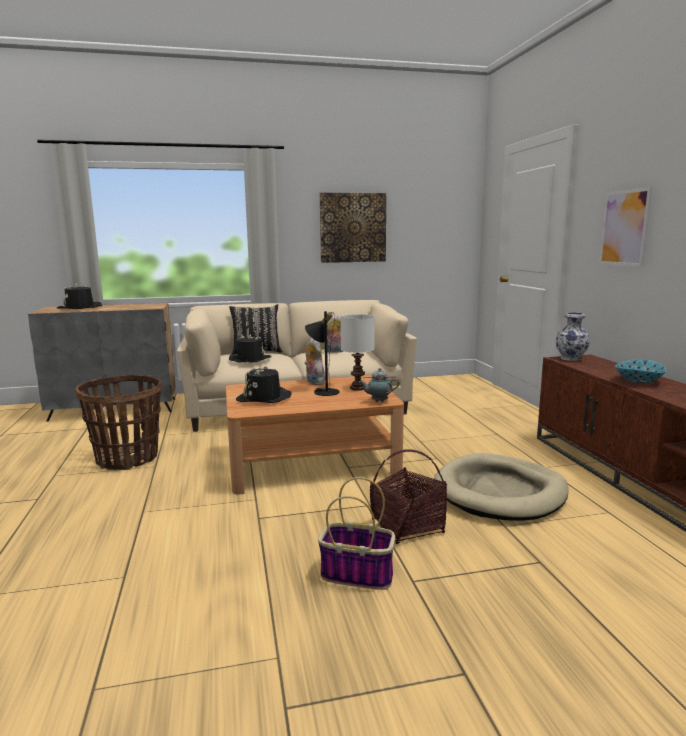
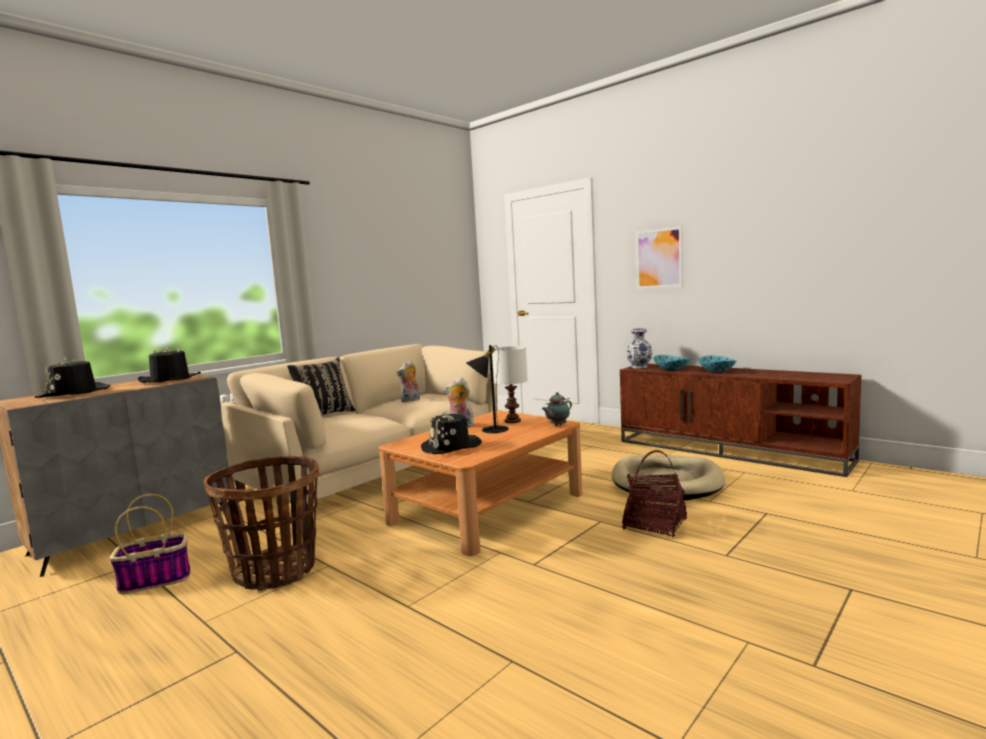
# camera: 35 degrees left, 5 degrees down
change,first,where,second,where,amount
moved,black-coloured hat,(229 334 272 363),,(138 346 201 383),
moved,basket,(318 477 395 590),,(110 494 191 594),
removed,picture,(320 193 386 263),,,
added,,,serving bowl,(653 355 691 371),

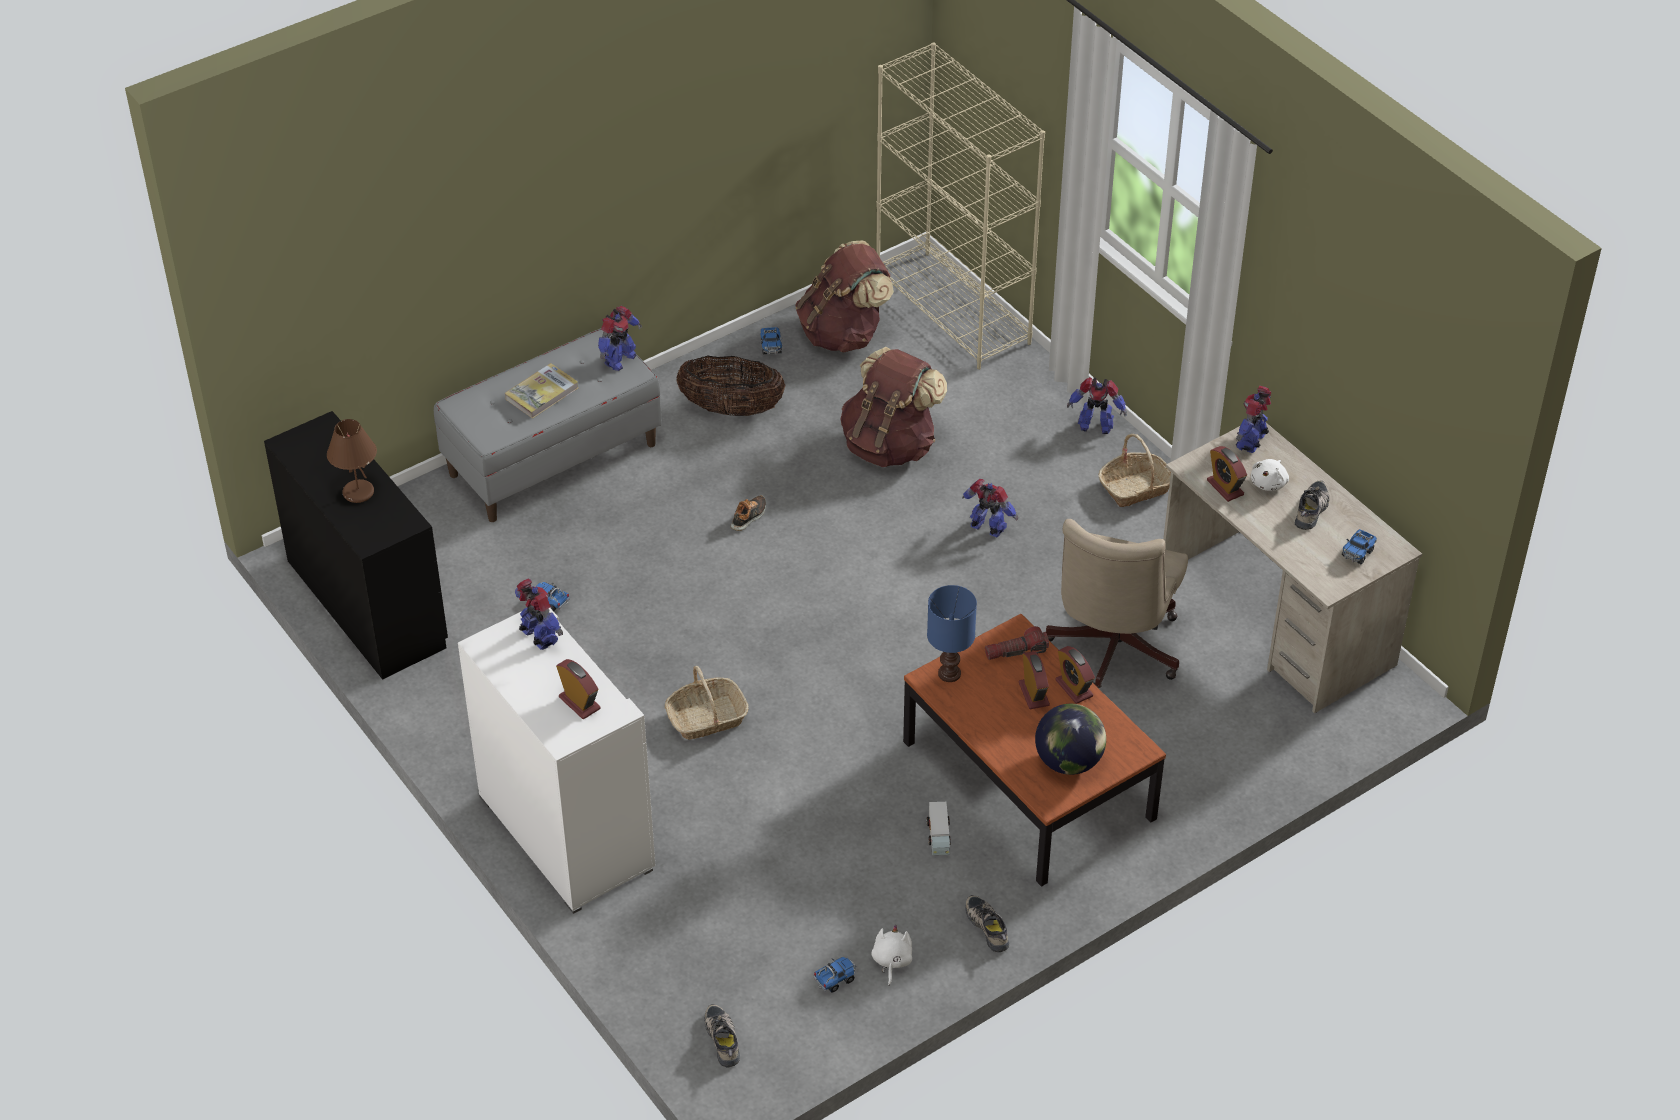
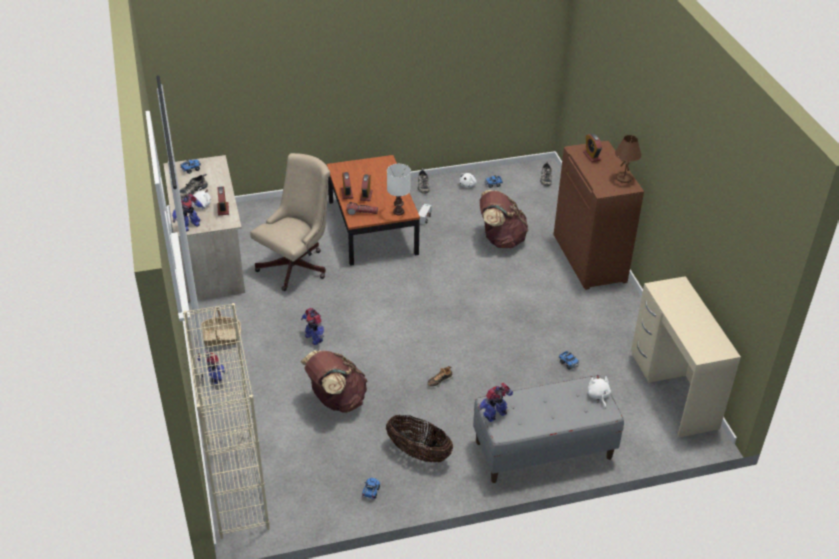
# camera: 160 degrees left, 5 degrees down
change,first,where,second,where,amount
recoloured,black-coloured desk table,(264 411 448 680),beige desk table,(631 276 741 438),
moved,brown-coloured tabletop lamp,(327 419 377 503),,(615 135 642 183),
recoloured,white storage cabinet,(458 608 656 914),brown-coloured storage cabinet,(554 141 644 290),
removed,book,(505 363 578 419),,,
removed,toy robot,(515 579 563 650),,,
removed,basket,(665 666 749 740),,,
moved,brown-coloured knapsack,(795 241 894 353),,(480 190 528 248),
recoloured,bluish tabletop lamp,(927 585 977 682),white tabletop lamp,(387 164 411 215),
removed,desk globe,(1035 704 1106 775),,,
added,,,white cuddly toy,(588 374 611 408),

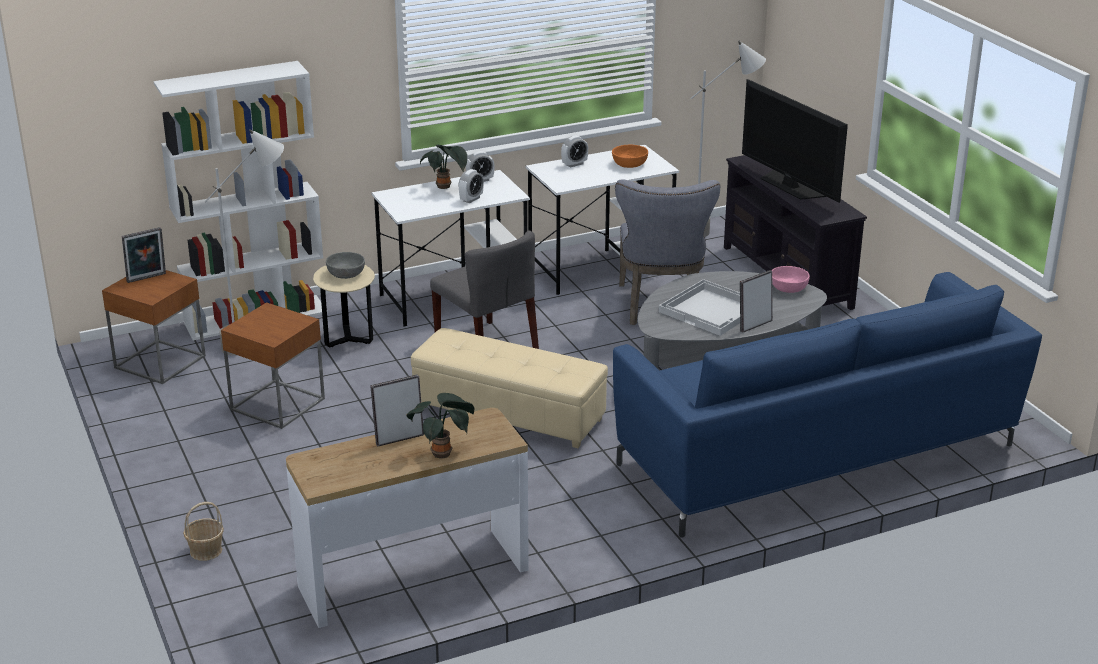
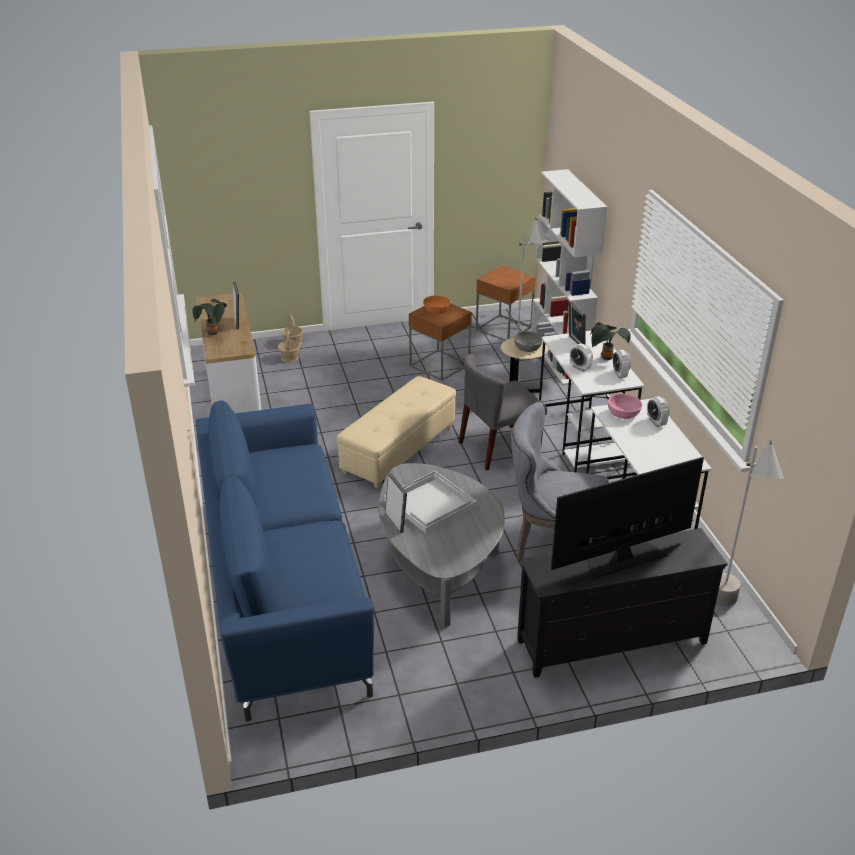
# camera: 100 degrees right, 5 degrees up
change,first,where,second,where,amount
moved,photo frame,(122 227 166 283),,(569 301 586 345),
moved,orange serving bowl,(612 145 648 168),,(423 295 450 314),
moved,pink serving bowl,(772 266 810 293),,(608 394 642 419),
added,,,basket,(278 329 300 363),

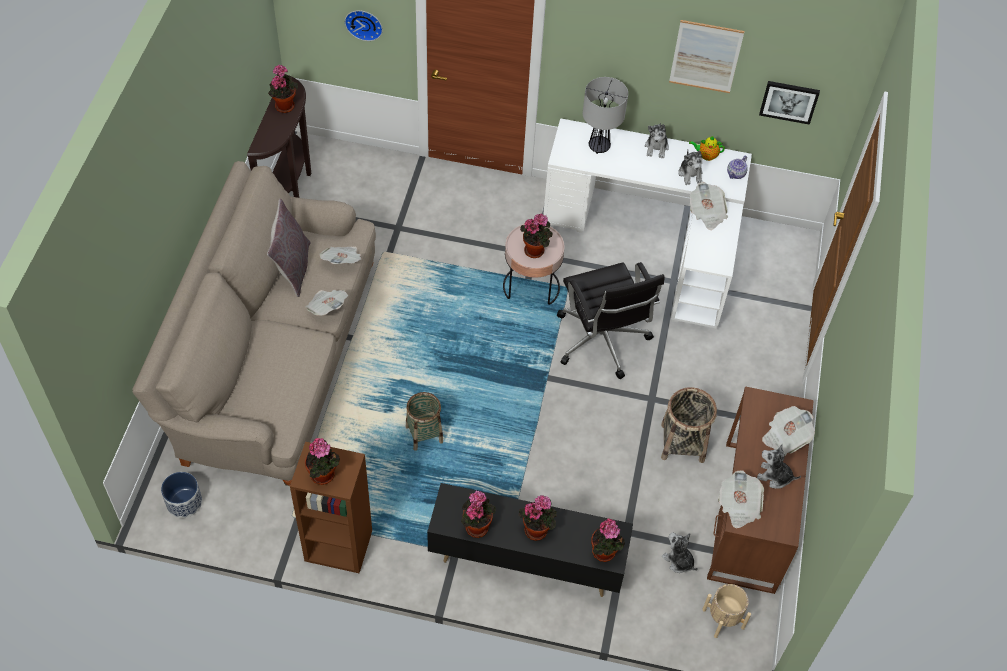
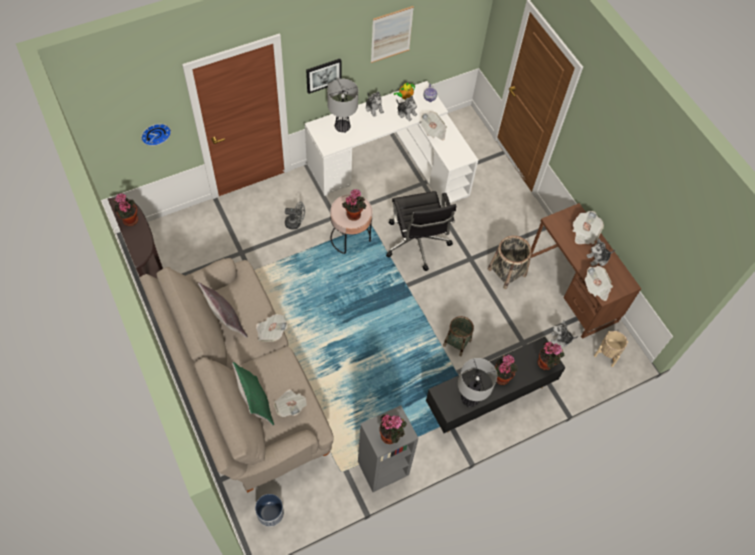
# camera: 40 degrees left, 5 degrees up
change,first,where,second,where,amount
recoloured,brown-coloured bookshelf,(290 442 372 573),greyish bookshelf,(358 405 419 492),
moved,newspaper,(319 246 362 264),,(274 389 307 417),
moved,basket,(406 392 443 451),,(443 316 474 356),
replaced,potted plant,(461 491 496 538),tabletop lamp,(458 358 497 407),
turned,black-coloured office chair,(557 262 665 379),,(386 191 456 271),45 degrees clockwise
moved,picture,(759 81 820 125),,(306 59 342 94),
added,,,green-coloured pillow,(232 362 274 425),
added,,,greyish cooling fan,(285 202 305 230),

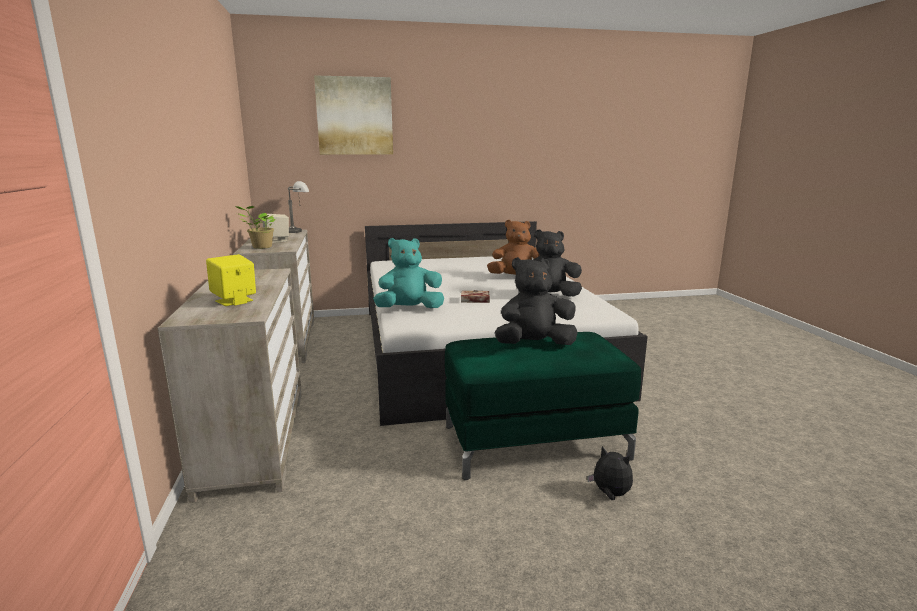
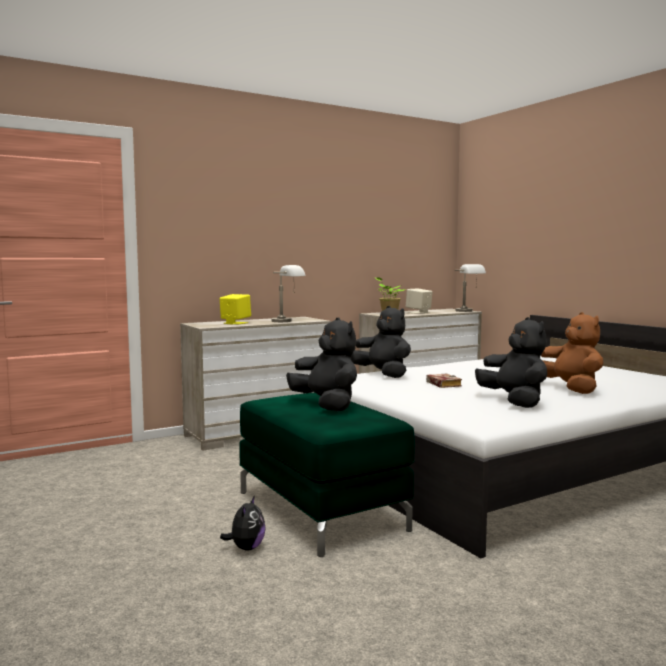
# camera: 70 degrees right, 10 degrees down
change,first,where,second,where,amount
removed,picture,(314 75 393 155),,,
recoloured,turquoise-coloured cuddly toy,(373 238 444 308),black-coloured cuddly toy,(351 306 411 378),
added,,,greyish tabletop lamp,(271 265 305 322),

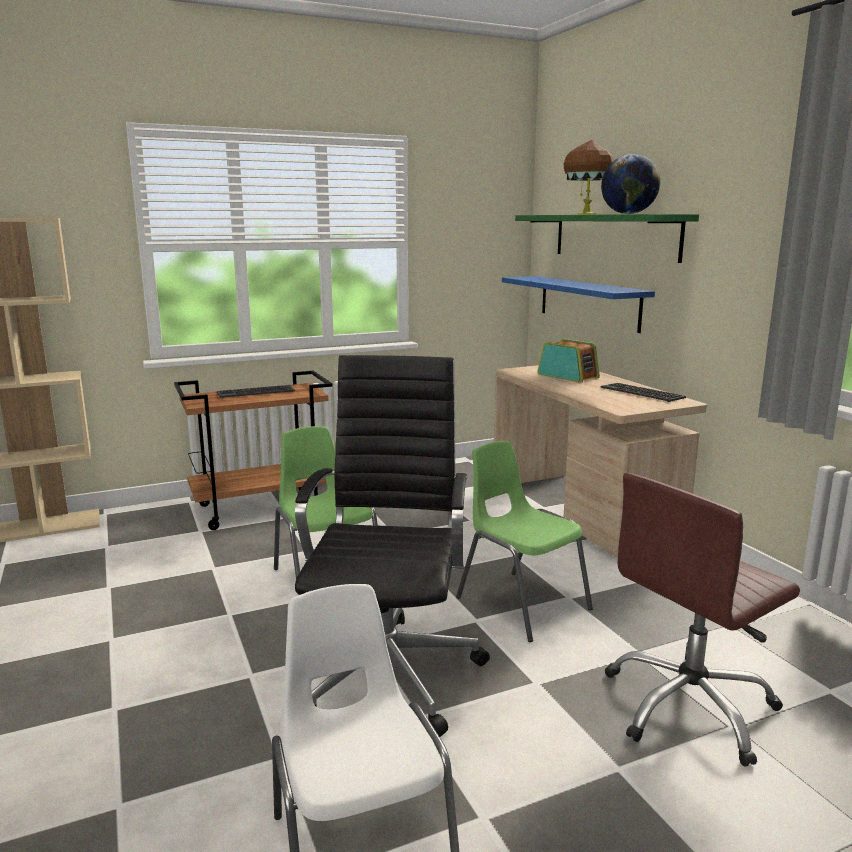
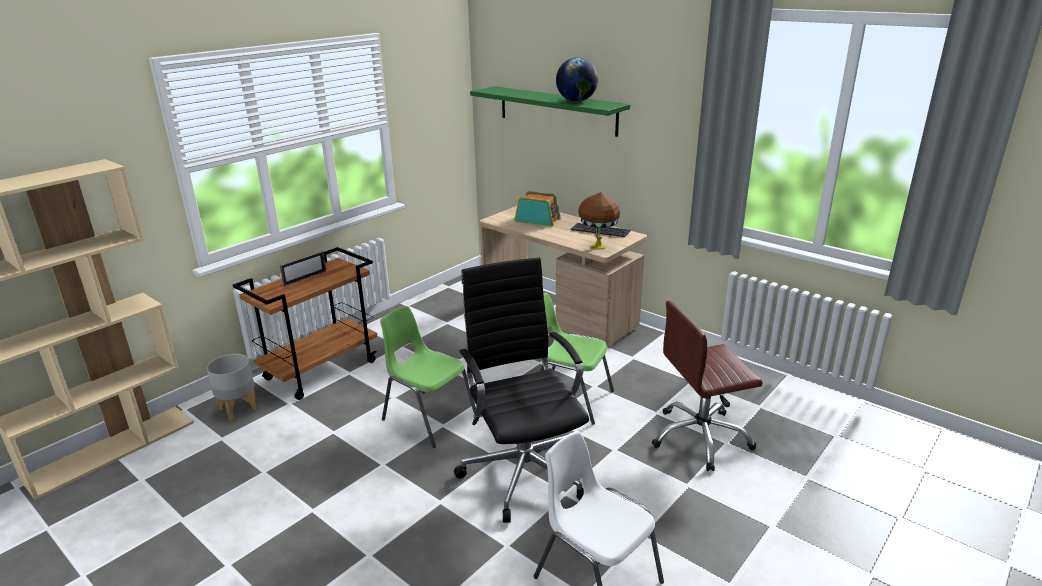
# camera: 25 degrees left, 10 degrees up
change,first,where,second,where,amount
replaced,keyboard,(217 385 295 398),photo frame,(280 251 326 287),
removed,bluish bracket shelf,(502 276 655 333),,,
moved,brown-coloured tabletop lamp,(564 140 614 215),,(578 192 620 249),
turned,brown-coloured office chair,(605 473 800 767),,(652 301 763 471),45 degrees clockwise
added,,,greyish planter,(207 354 258 421),

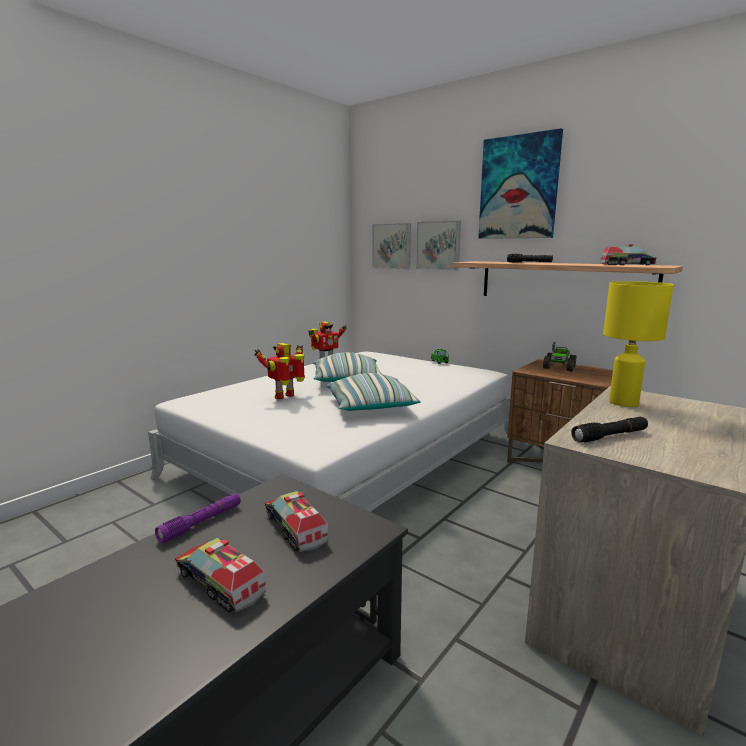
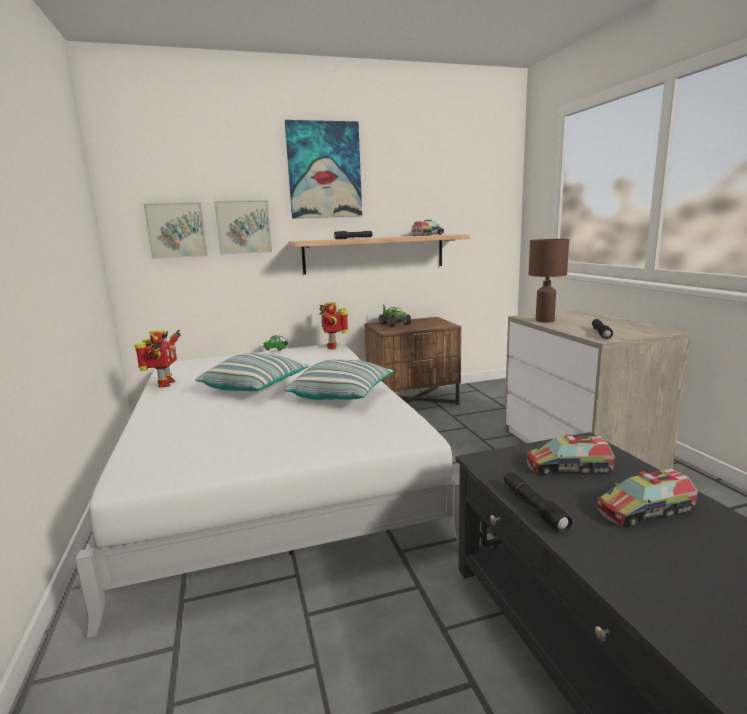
# camera: 55 degrees left, 0 degrees up
change,first,where,second,where,amount
recoloured,purplish hand torch,(155 493 241 543),black-coloured hand torch,(504 472 572 533),
moved,toy robot,(254 343 305 399),,(320 302 349 349),
recoloured,yellow-coloured tabletop lamp,(603 281 674 407),brown-coloured tabletop lamp,(529 239 569 323),

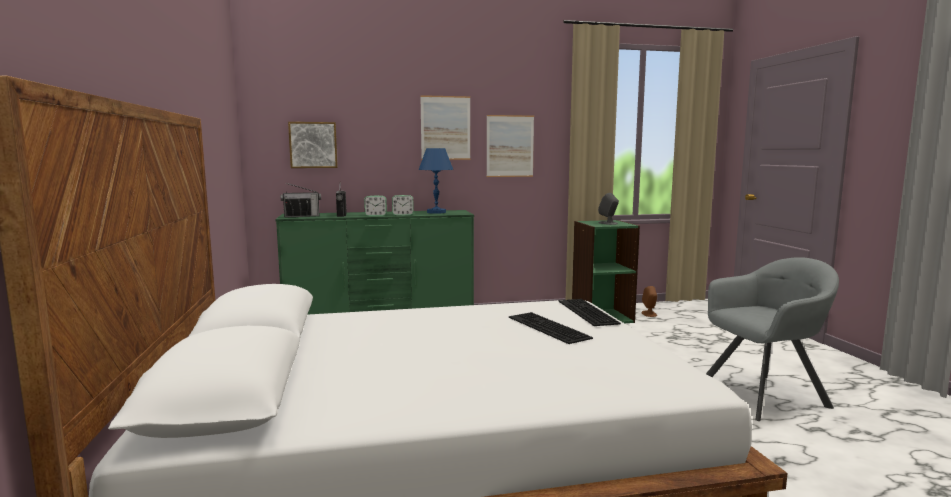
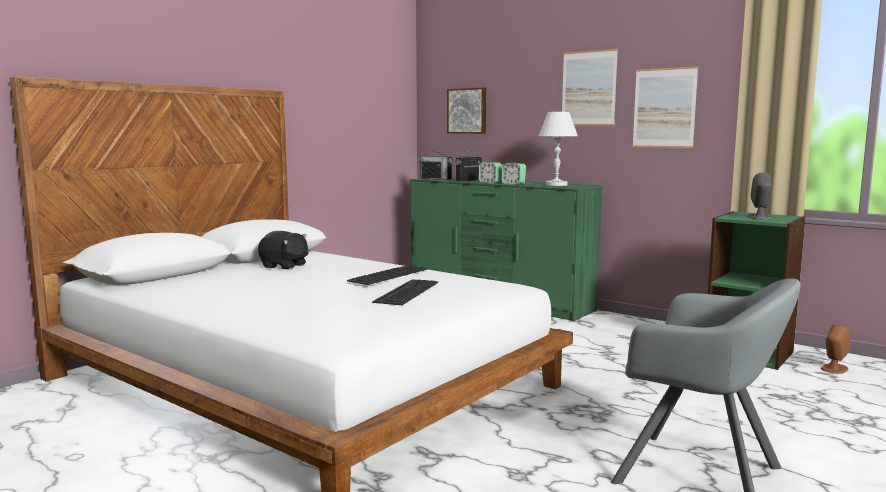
# camera: 50 degrees right, 0 degrees up
change,first,where,second,where,amount
recoloured,bluish tabletop lamp,(419 148 453 214),white tabletop lamp,(538 112 578 186),
moved,keyboard,(559 299 621 326),,(347 265 427 285),
added,,,black-coloured cuddly toy,(258 231 309 270),

